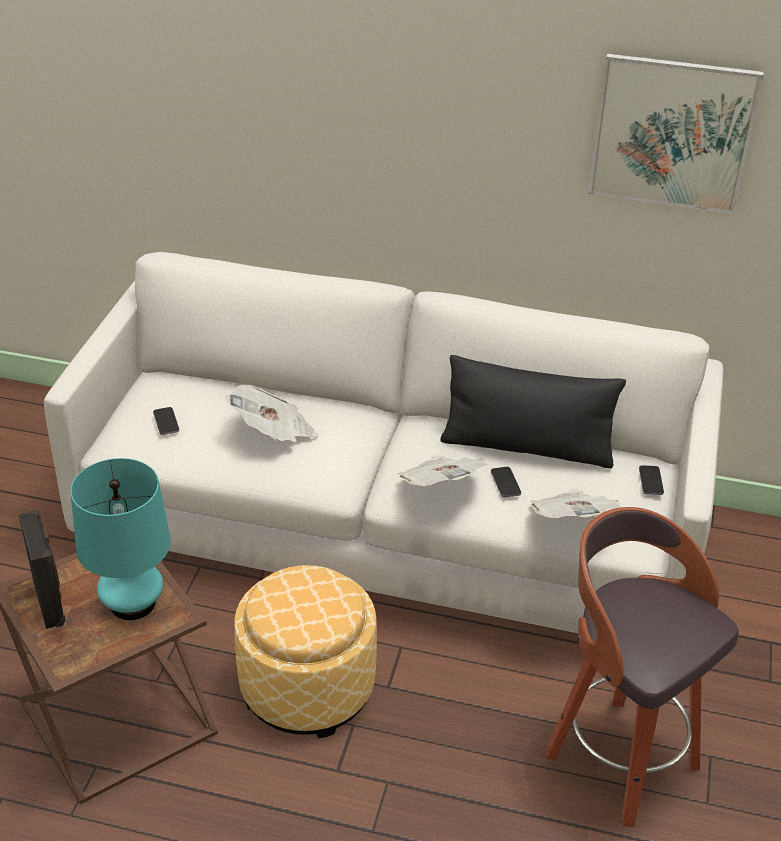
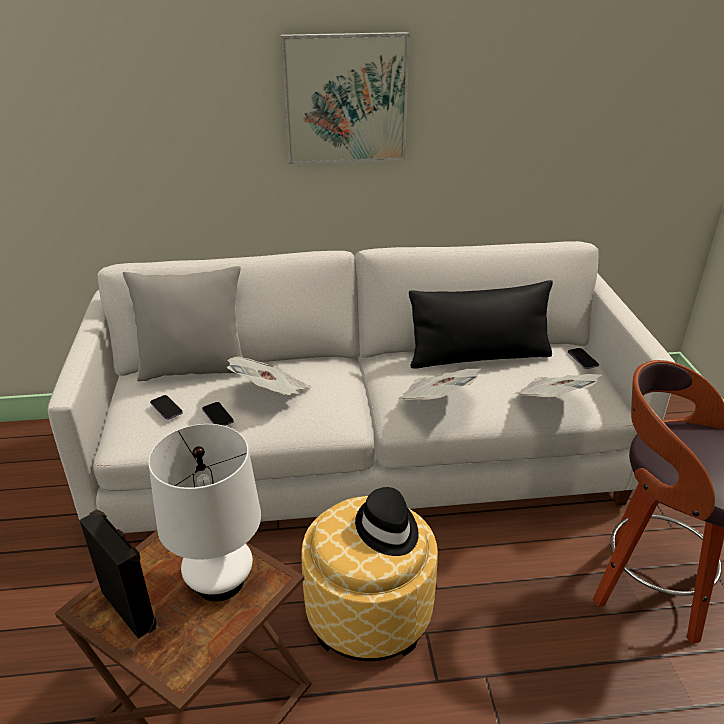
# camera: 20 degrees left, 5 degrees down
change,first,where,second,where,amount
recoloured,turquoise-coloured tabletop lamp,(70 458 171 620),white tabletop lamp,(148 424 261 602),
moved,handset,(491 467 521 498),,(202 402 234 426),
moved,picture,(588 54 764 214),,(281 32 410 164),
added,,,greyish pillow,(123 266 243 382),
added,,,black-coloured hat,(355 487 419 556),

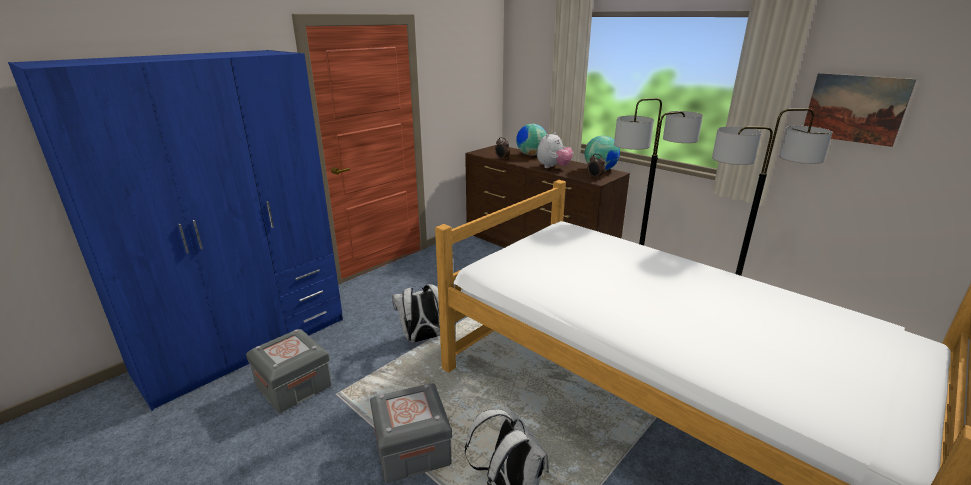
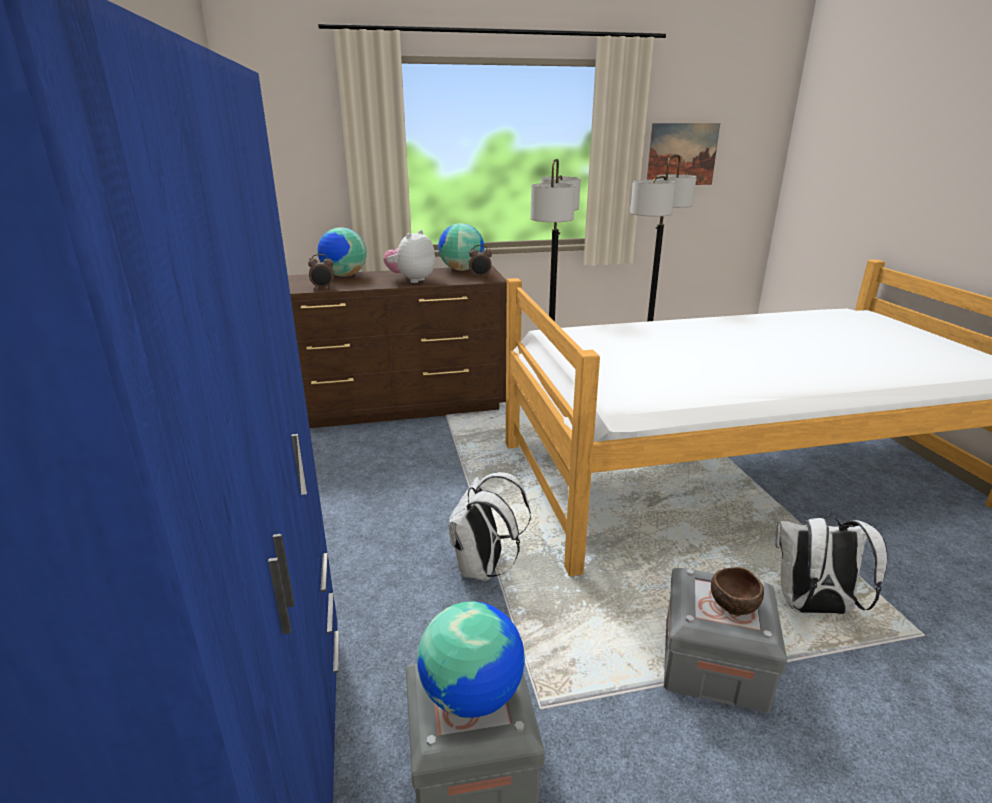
# camera: 55 degrees left, 0 degrees up
change,first,where,second,where,amount
turned,cuddly toy,(537 132 573 168),,(383 230 436 283),135 degrees counterclockwise
added,,,desk globe,(417 601 525 718),
added,,,brown-coloured serving bowl,(711 567 764 616),

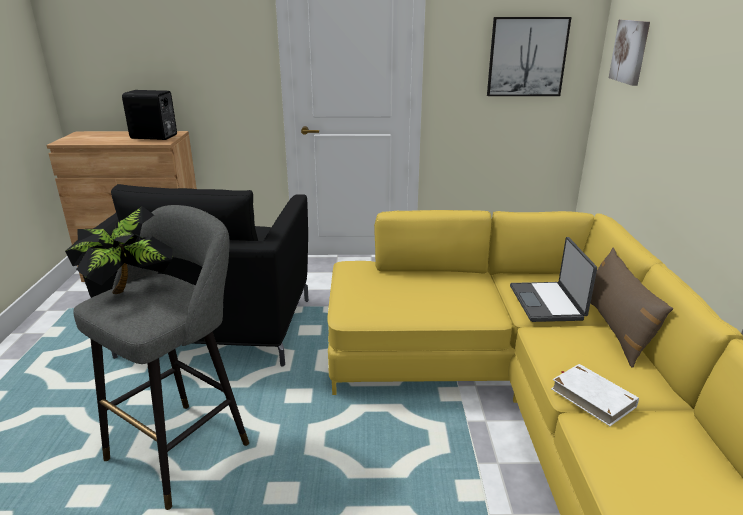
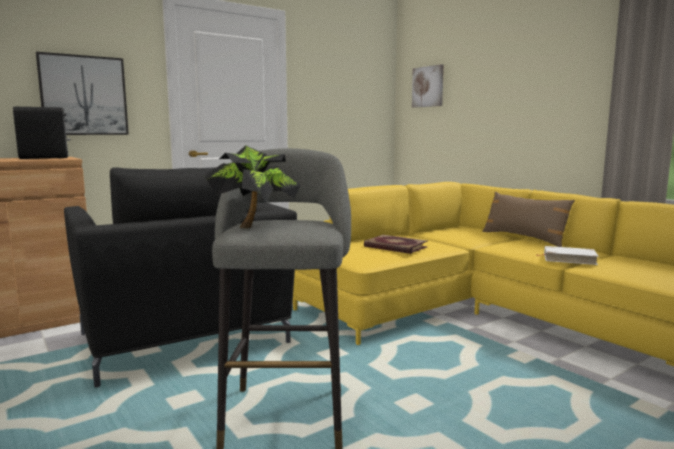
# camera: 35 degrees left, 15 degrees down
change,first,where,second,where,amount
moved,picture,(487 17 572 96),,(36 52 129 135),
removed,portable computer,(510 237 597 322),,,
added,,,book,(364 235 428 254),

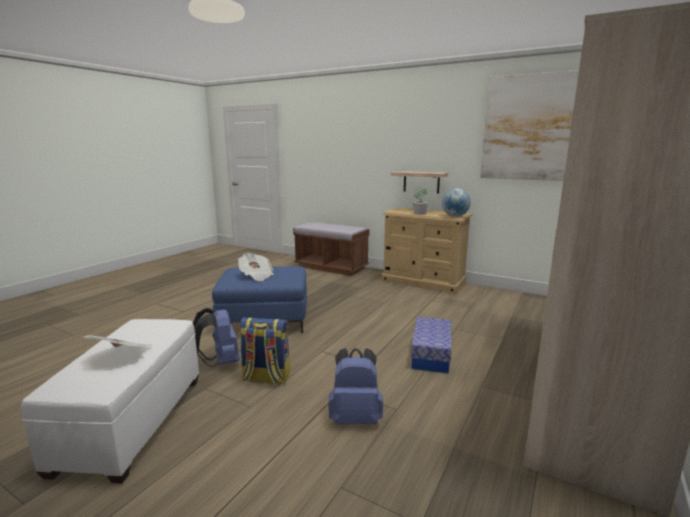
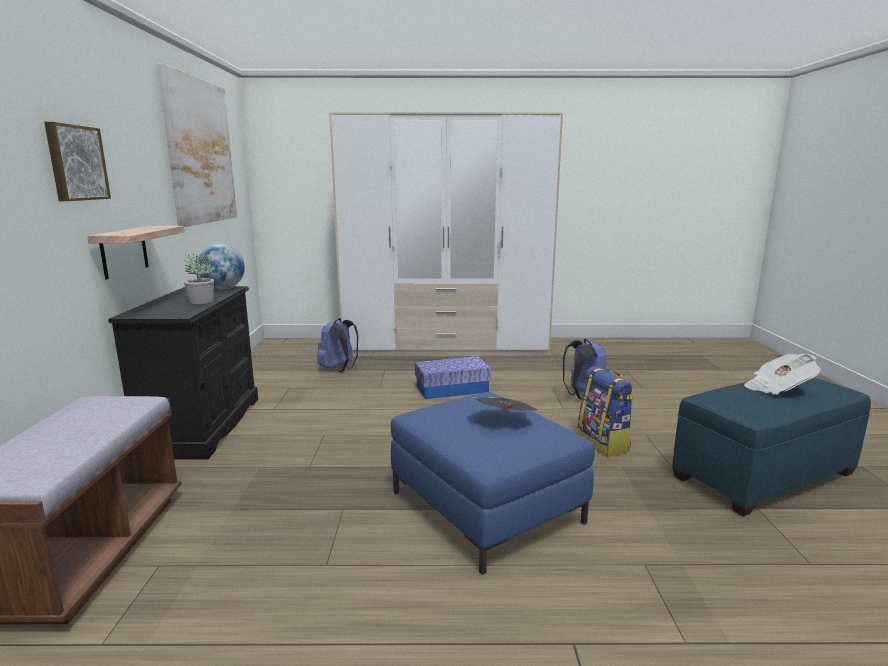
# camera: 120 degrees left, 0 degrees up
change,first,where,second,where,amount
recoloured,white pouffe,(21 319 199 483),bluish pouffe,(672 378 871 517),
moved,bluish knapsack,(193 308 239 367),,(317 318 359 372),
recoloured,beige chest of drawers,(382 208 473 295),black-coloured chest of drawers,(108 286 258 460),
added,,,picture,(44 122 111 201),

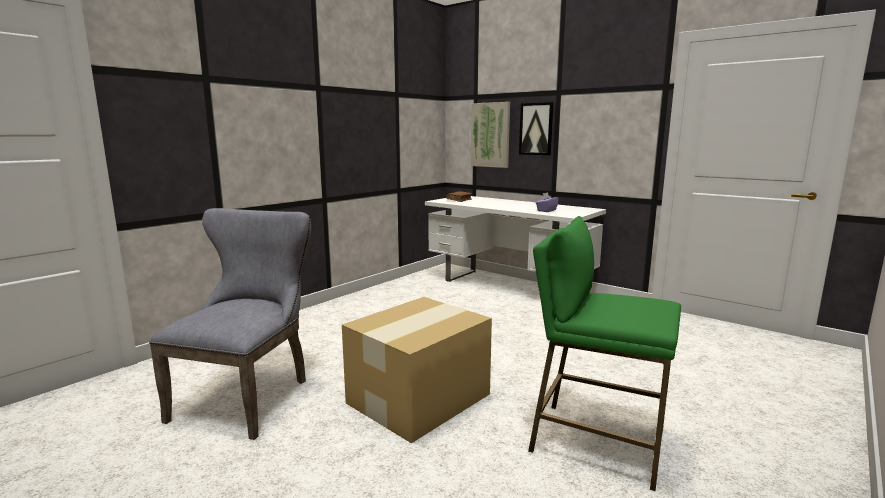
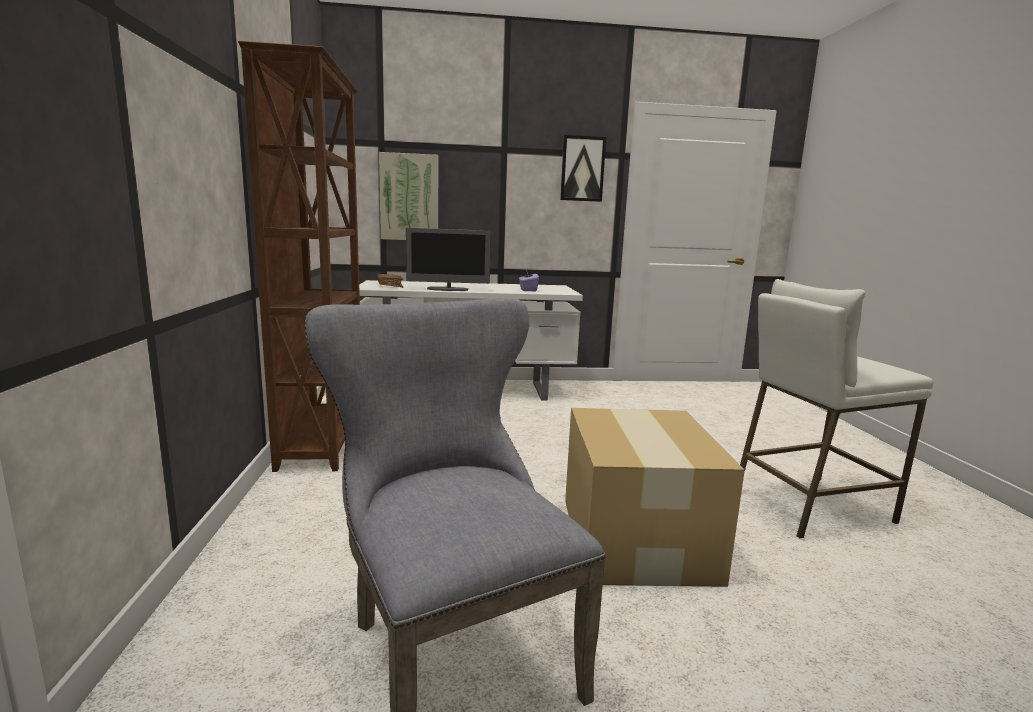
# camera: 45 degrees left, 0 degrees up
change,first,where,second,where,amount
moved,picture,(519 102 554 155),,(560 135 606 202),
recoloured,green-coloured stool seat,(528 216 681 491),white stool seat,(740 279 933 538),
added,,,brown-coloured bookshelf,(238 41 360 472),
added,,,computer screen,(406 228 491 291),

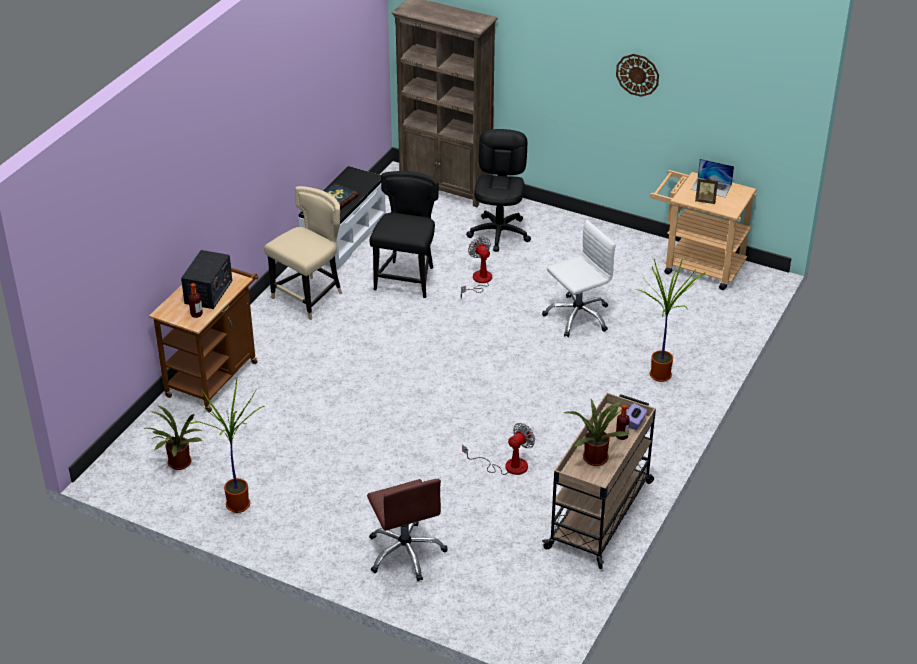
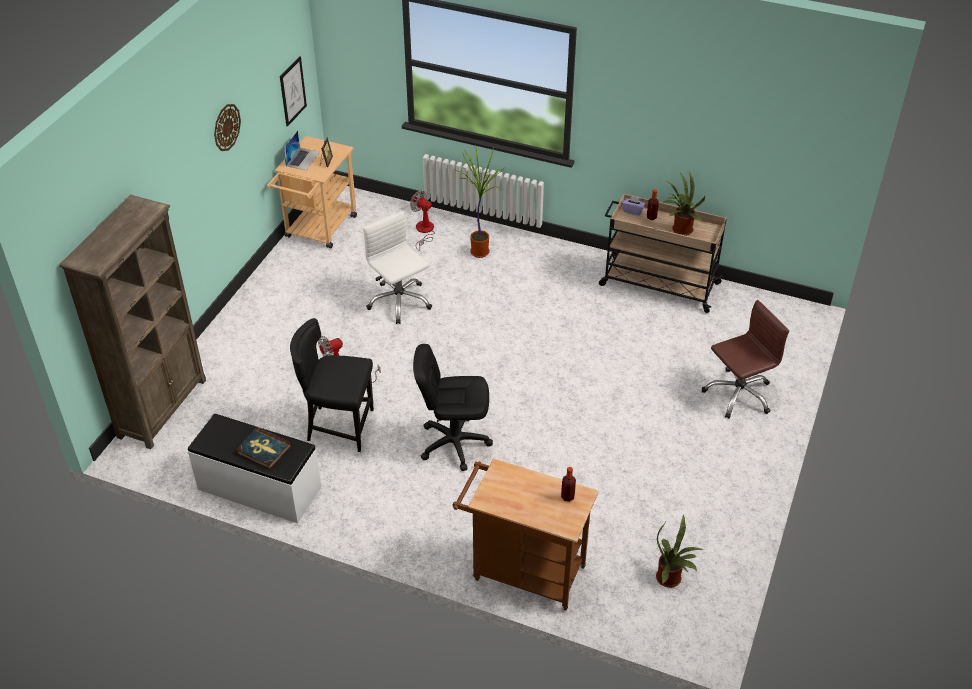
# camera: 95 degrees left, 5 degrees up
change,first,where,second,where,amount
removed,radio,(181 250 232 309),,,
removed,potted plant,(187 379 264 513),,,
removed,beige upright chair,(264 186 342 320),,,
moved,cooling fan,(462 423 535 475),,(410 191 435 251),
moved,black-coloured office chair,(466 129 531 252),,(413 344 493 471),
added,,,picture,(280 56 307 127),

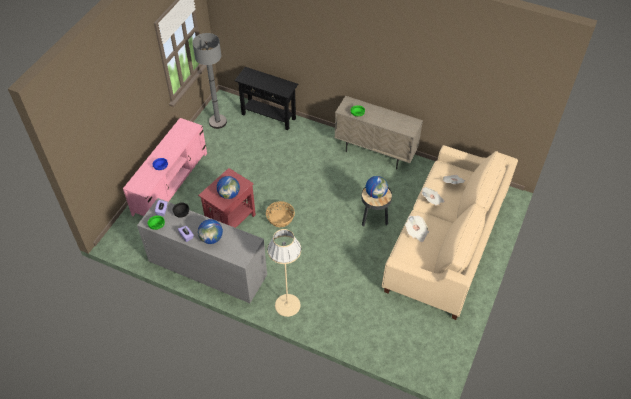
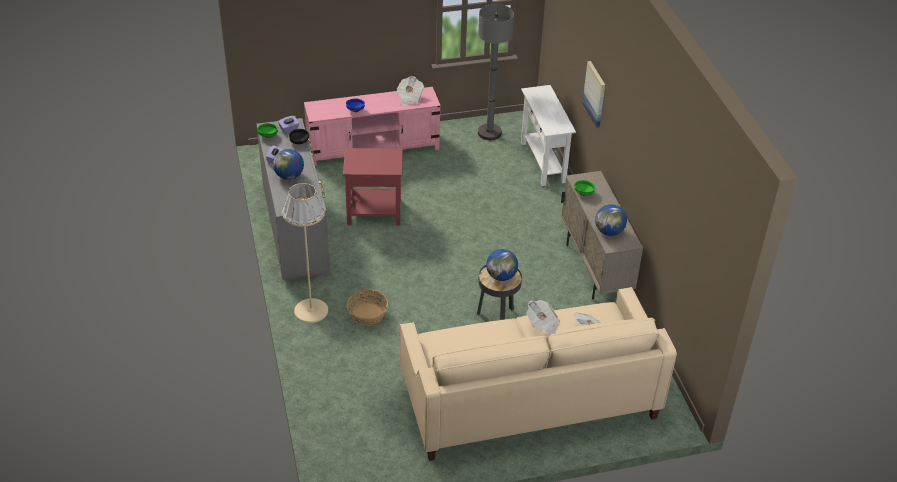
# camera: 50 degrees right, 10 degrees down
change,first,where,second,where,amount
moved,desk globe,(217 176 240 199),,(595 204 627 236),
recoloured,black-coloured hall table,(234 67 298 130),white hall table,(521 85 576 186),
moved,basket,(266 201 295 227),,(347 290 388 325),
moved,newspaper,(405 215 429 242),,(397 76 424 105),
added,,,picture,(582 61 605 127),

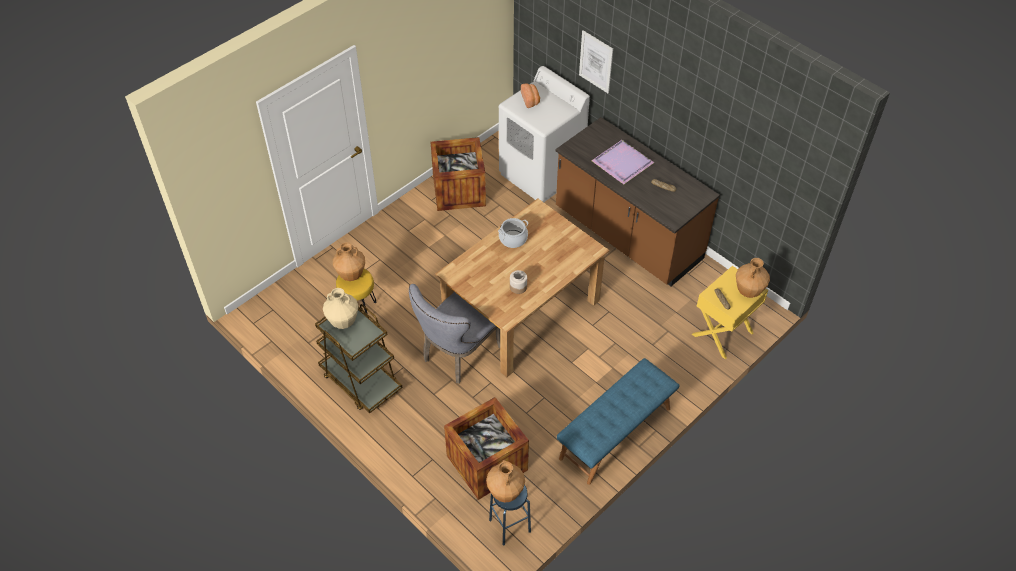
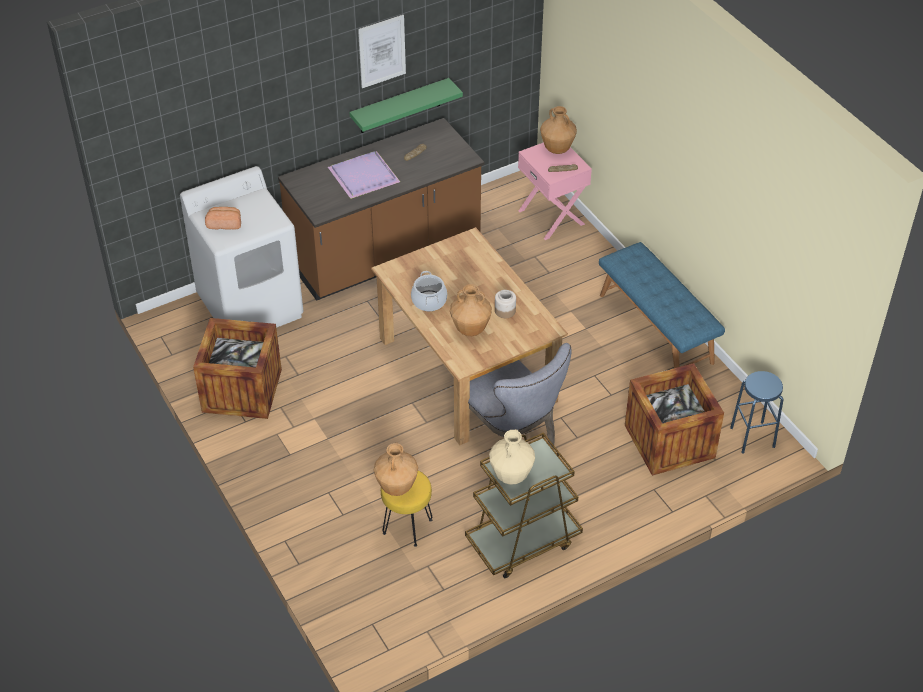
# camera: 75 degrees left, 5 degrees down
change,first,where,second,where,amount
moved,brown-coloured decorative vase,(486 460 525 503),,(450 284 492 336),
moved,picture,(579 30 613 93),,(358 15 406 88),
recoloured,yellow-coloured night table,(692 266 768 360),pink night table,(518 142 592 240),
added,,,green-coloured bracket shelf,(349 78 463 133),

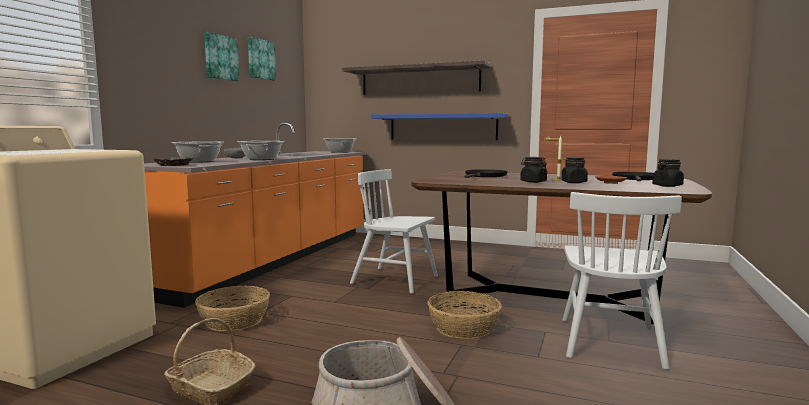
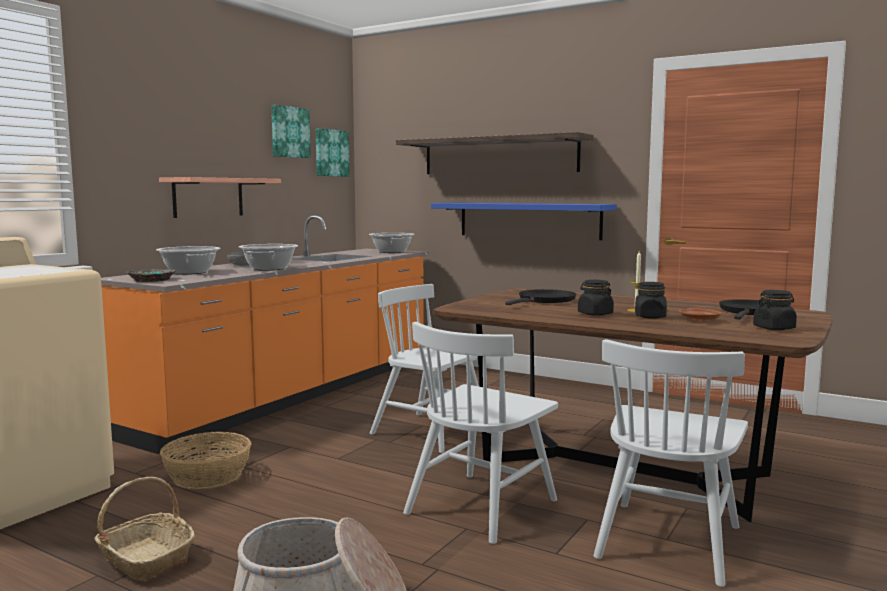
# camera: 10 degrees right, 0 degrees up
change,first,where,second,where,amount
moved,picture,(204 32 239 81),,(316 128 349 177),
replaced,basket,(427 291 502 339),white upright chair,(403 322 558 544),
added,,,bracket shelf,(159 177 281 218),

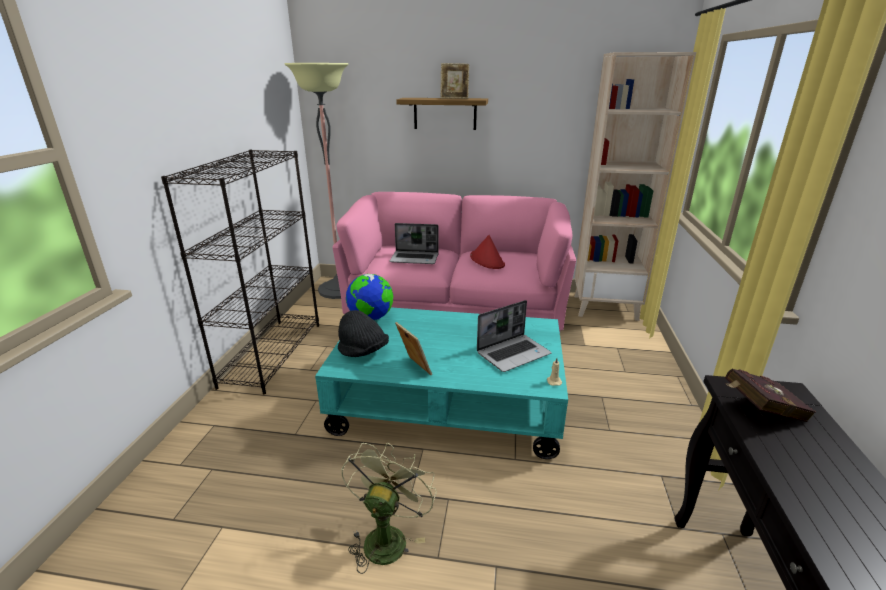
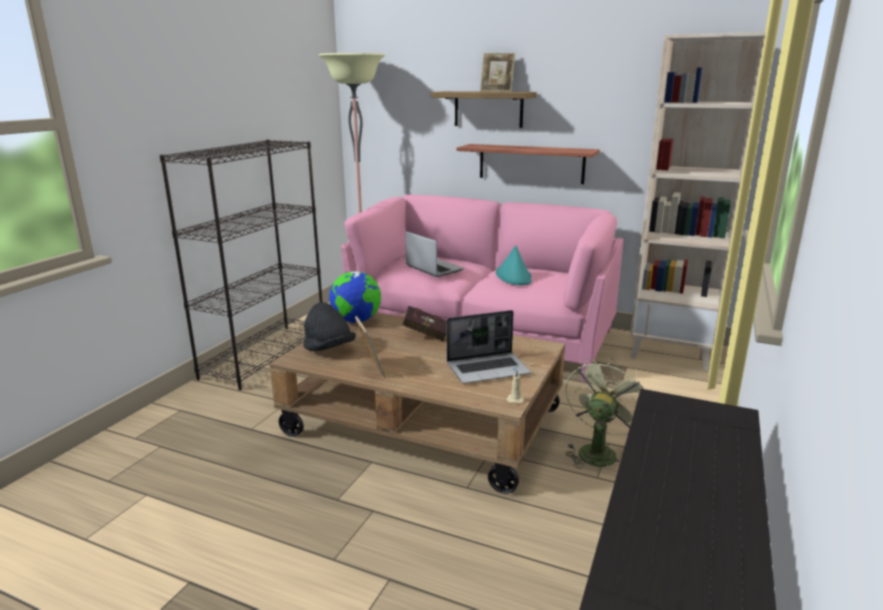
# camera: 15 degrees right, 5 degrees down
change,first,where,second,where,amount
recoloured,turquoise-coloured coffee table,(315 307 568 459),brown-coloured coffee table,(269 313 565 494),
moved,green-coloured cooling fan,(341 443 437 574),,(565 357 652 469),
turned,portable computer,(390 223 439 264),,(405 231 464 277),150 degrees counterclockwise
recoloured,red hat,(470 235 505 269),turquoise-coloured hat,(496 245 532 285),
moved,red book,(725 369 816 422),,(398 306 447 341),
added,,,bracket shelf,(457 144 600 184),

